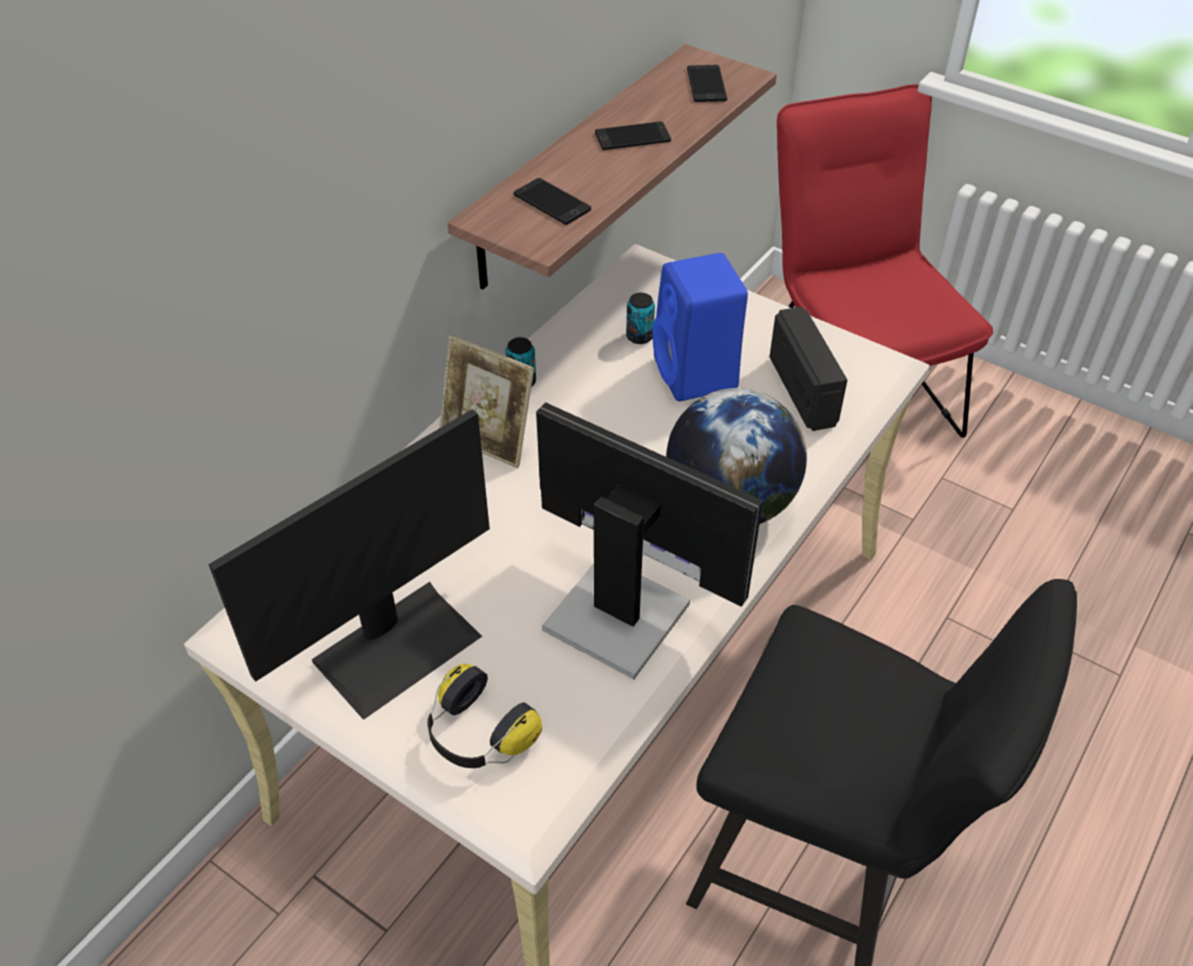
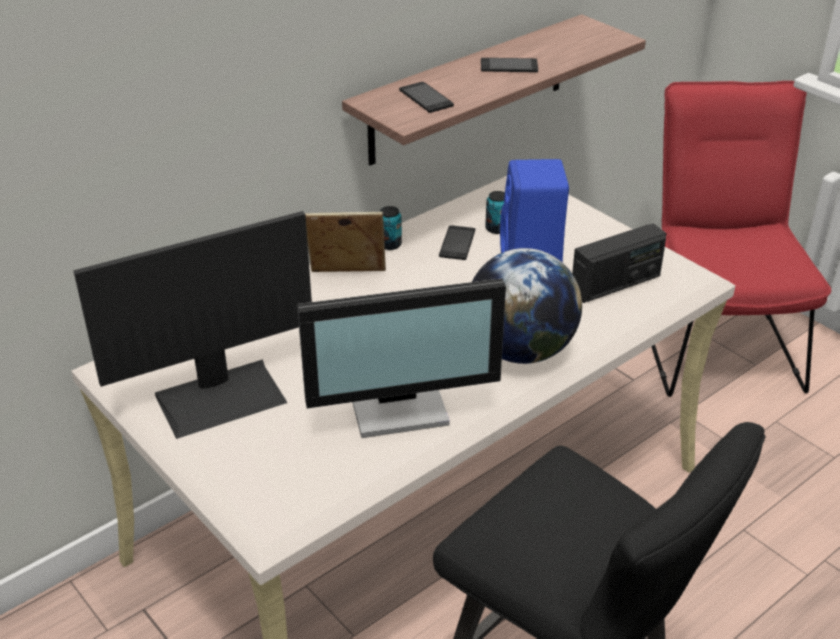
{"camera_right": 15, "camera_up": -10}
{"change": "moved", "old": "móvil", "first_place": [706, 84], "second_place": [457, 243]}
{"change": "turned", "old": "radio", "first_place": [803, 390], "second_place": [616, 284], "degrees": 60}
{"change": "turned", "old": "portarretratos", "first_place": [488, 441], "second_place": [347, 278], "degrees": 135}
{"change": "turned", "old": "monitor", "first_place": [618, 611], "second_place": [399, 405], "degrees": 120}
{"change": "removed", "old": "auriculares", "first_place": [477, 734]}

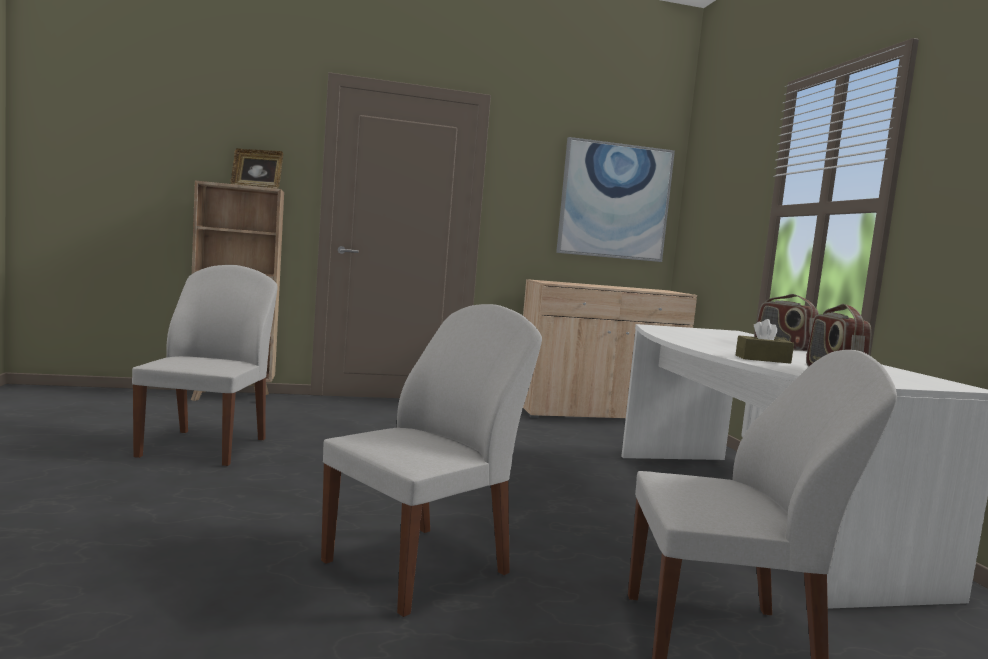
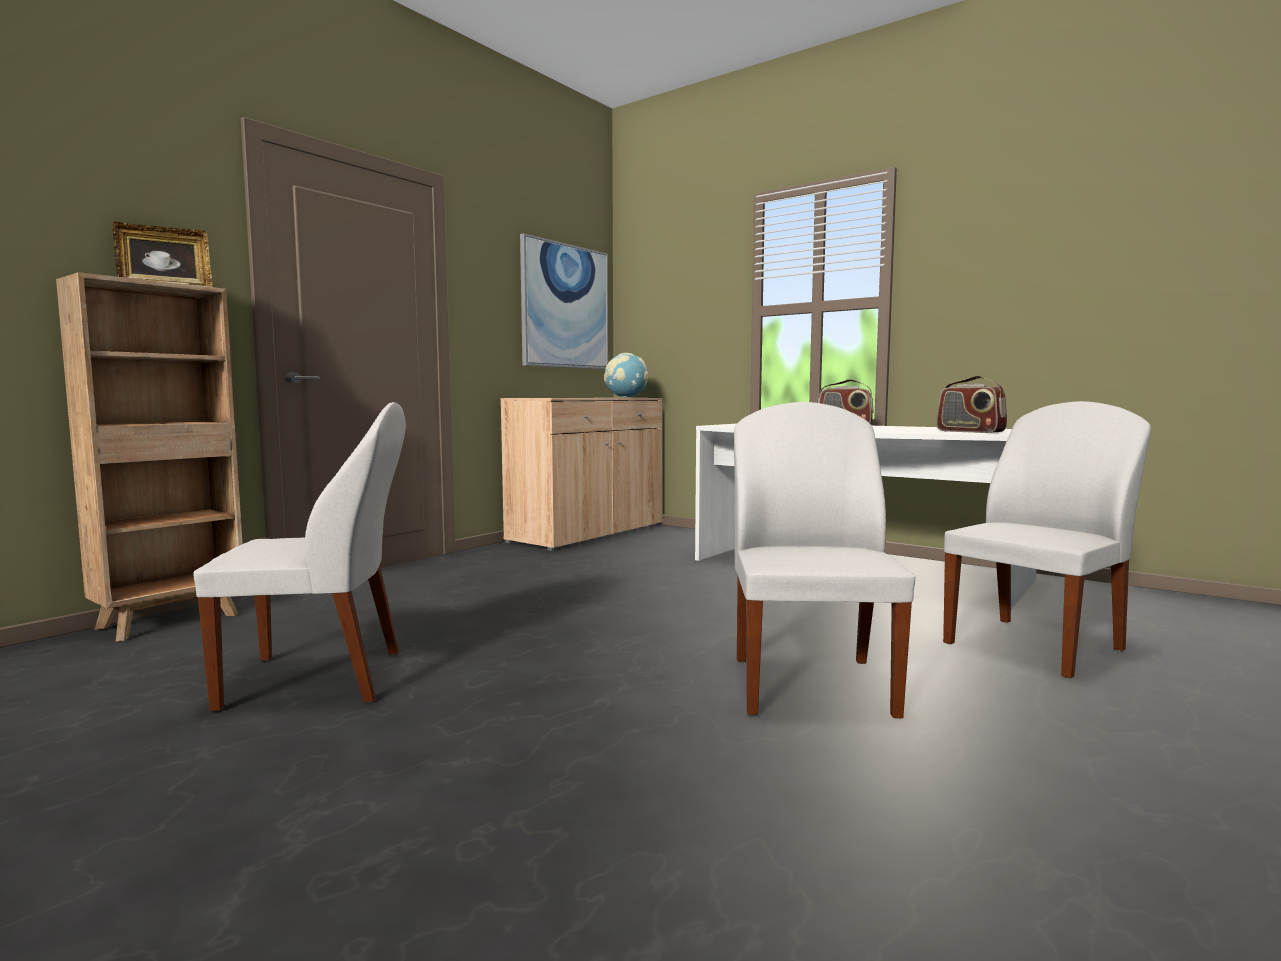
{"camera_right": -40, "camera_up": 0}
{"change": "turned", "old": "silla [blanco]", "first_place": [206, 447], "second_place": [320, 679], "degrees": 120}
{"change": "removed", "old": "caja de pañuelos [marrón]", "first_place": [762, 359]}
{"change": "added", "new": "globo terráqueo", "second_place": [626, 397]}

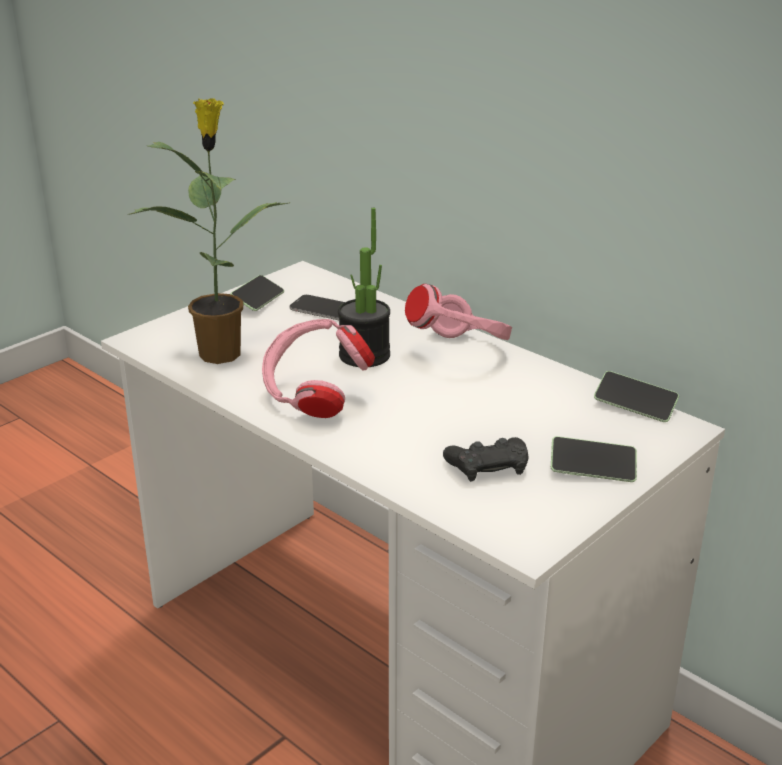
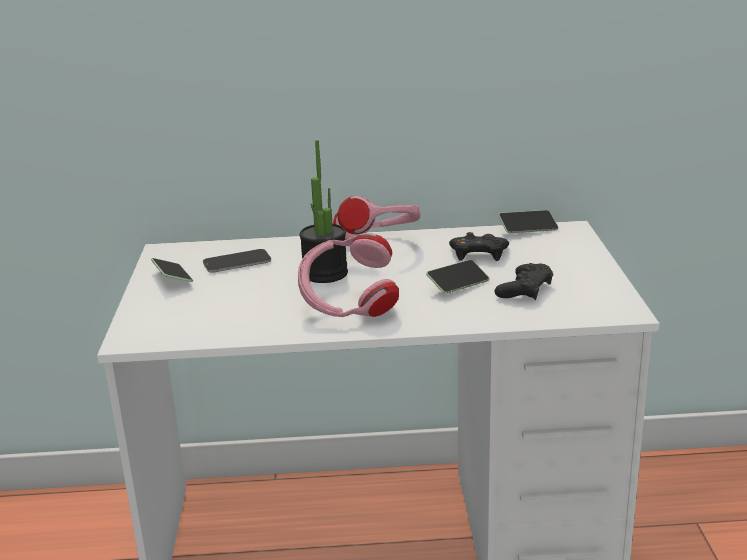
{"camera_right": -45, "camera_up": -5}
{"change": "removed", "old": "planta en maceta", "first_place": [221, 352]}
{"change": "moved", "old": "móvil", "first_place": [592, 470], "second_place": [458, 285]}
{"change": "added", "new": "mando de consola [negro]", "second_place": [478, 254]}

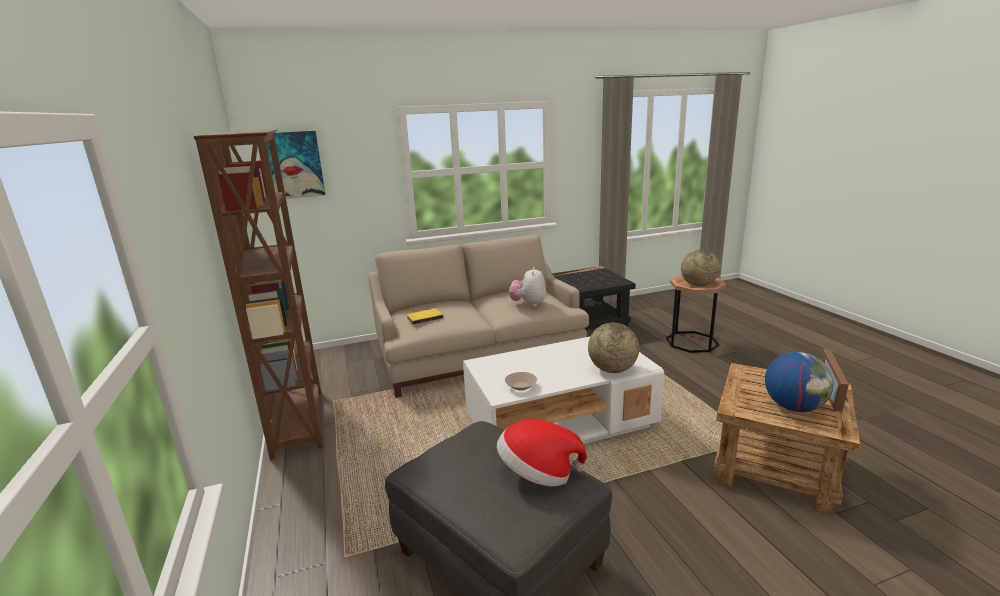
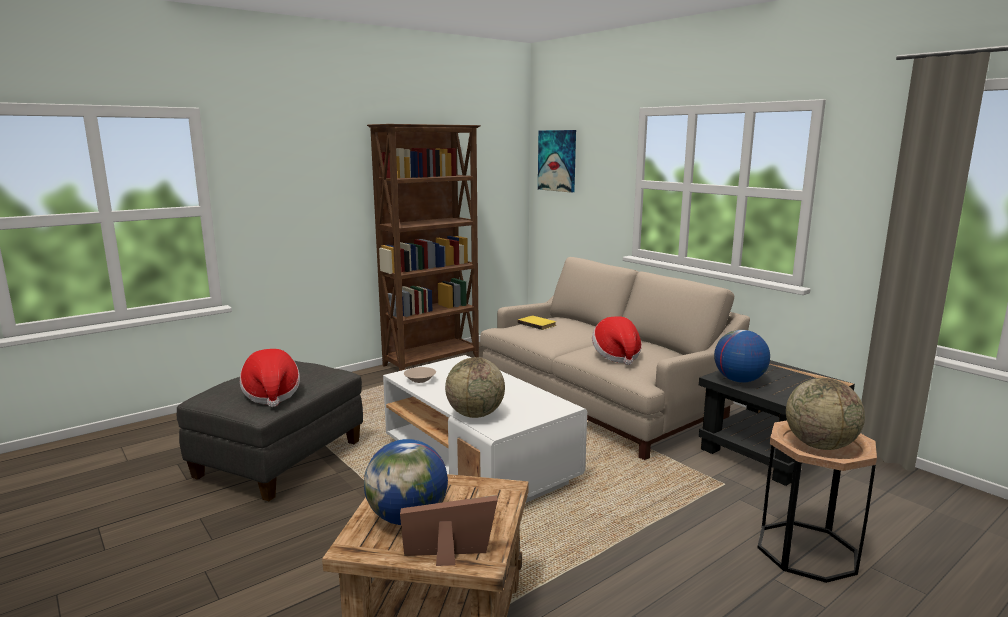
{"camera_right": 70, "camera_up": -5}
{"change": "replaced", "old": "peluche", "new": "sombrero", "first_place": [528, 304], "second_place": [616, 356]}
{"change": "added", "new": "globo terráqueo", "second_place": [739, 380]}

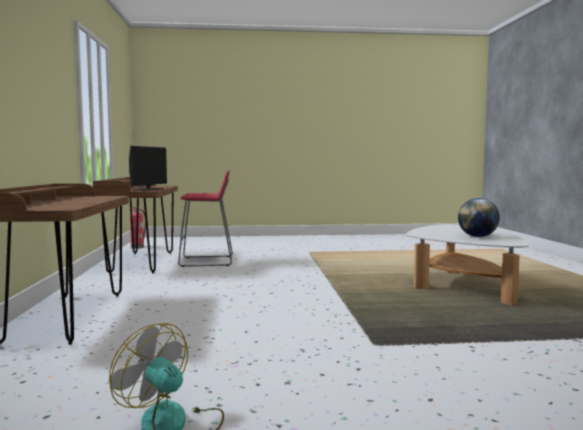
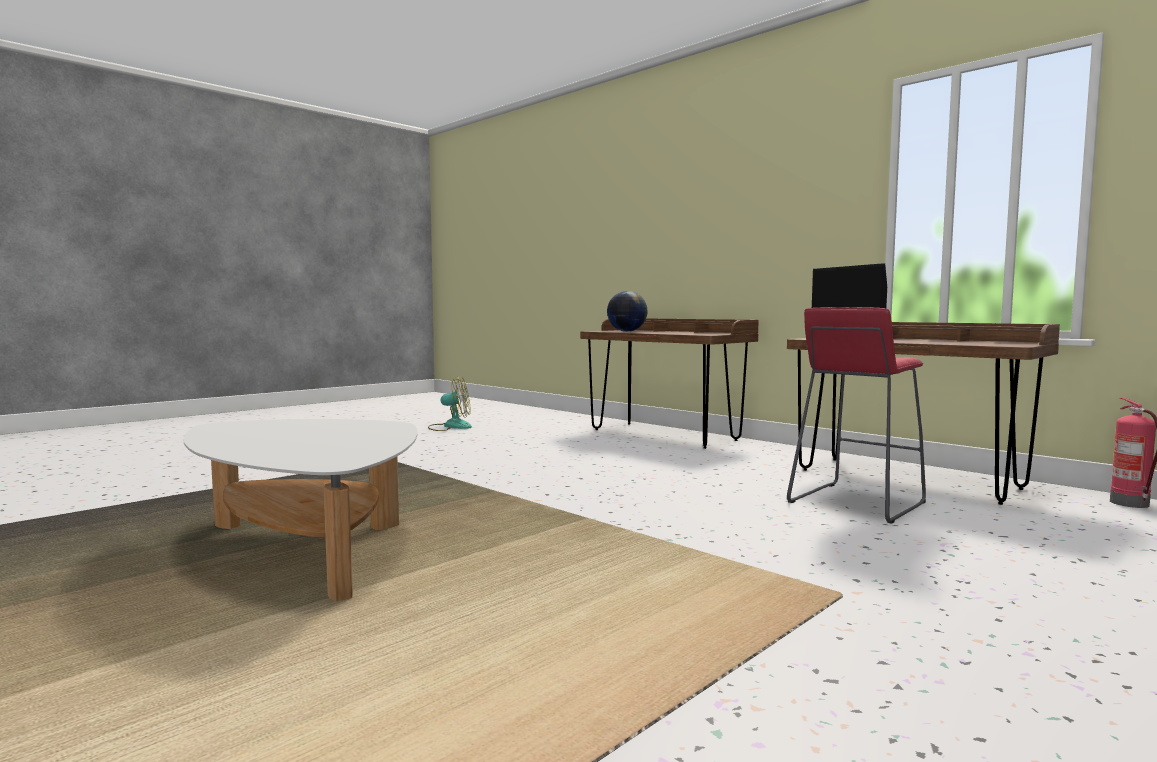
{"camera_right": 140, "camera_up": 0}
{"change": "moved", "old": "globo terráqueo", "first_place": [478, 236], "second_place": [626, 331]}

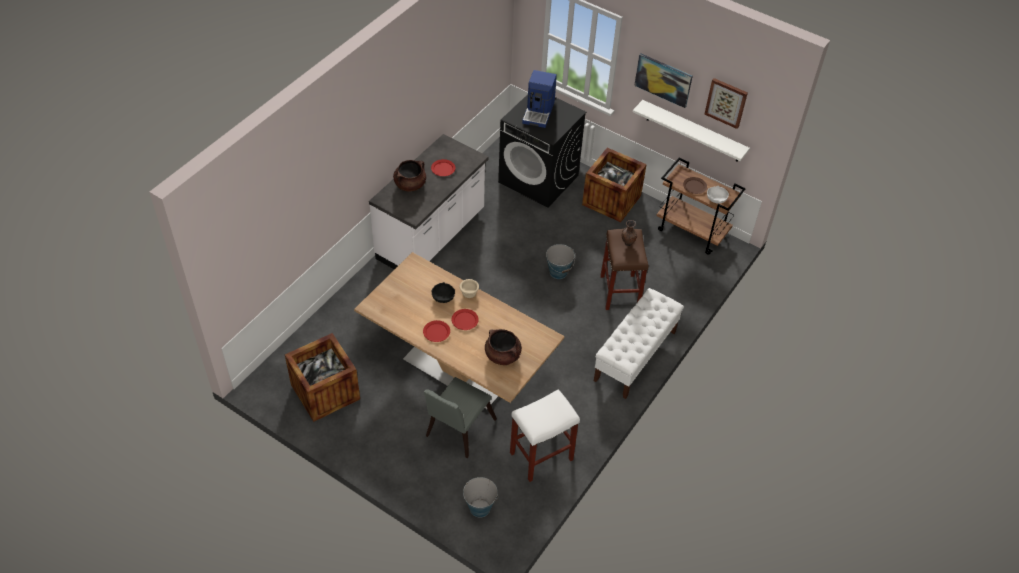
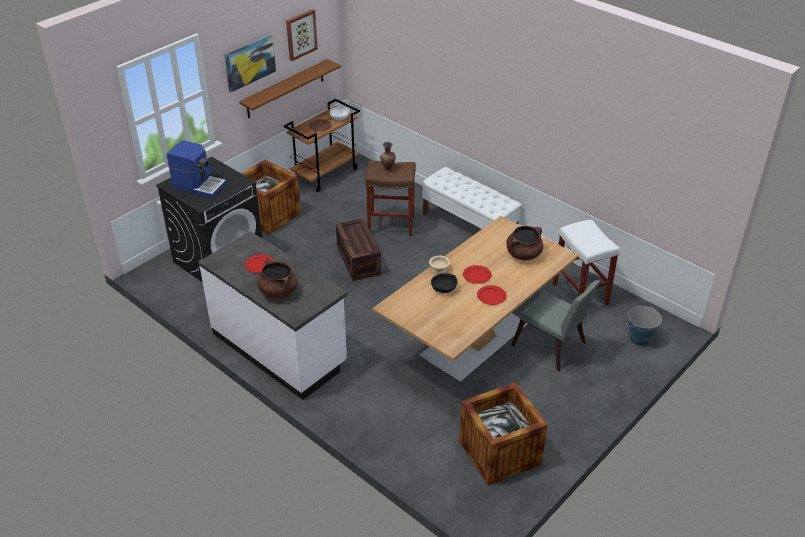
{"camera_right": -80, "camera_up": -10}
{"change": "recoloured", "old": "estante [blanco]", "new": "estante [marrón]", "first_place": [693, 131], "second_place": [285, 89]}
{"change": "replaced", "old": "cubo", "new": "caja de embalaje", "first_place": [558, 272], "second_place": [357, 260]}

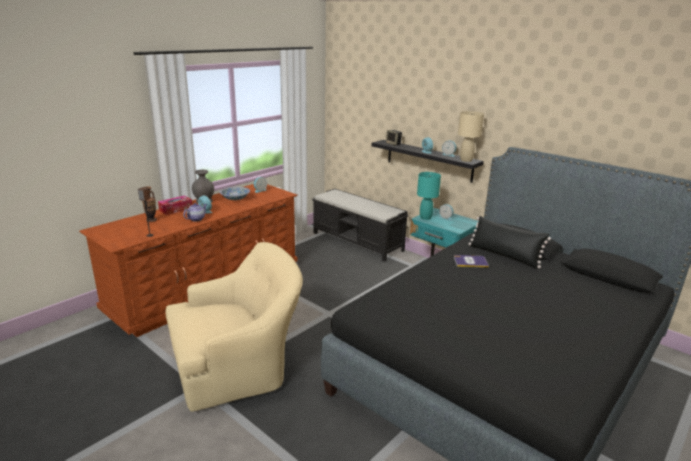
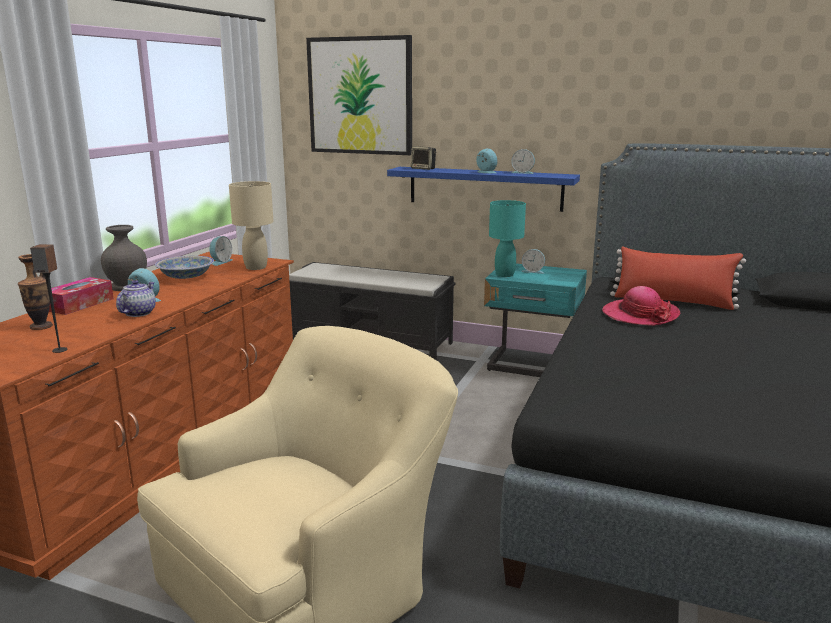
{"camera_right": -20, "camera_up": -5}
{"change": "moved", "old": "lámpara de mesa [beis]", "first_place": [466, 160], "second_place": [256, 267]}
{"change": "recoloured", "old": "estante [negro]", "new": "estante [azul]", "first_place": [429, 160], "second_place": [484, 188]}
{"change": "recoloured", "old": "cojín [negro]", "new": "cojín [rojo]", "first_place": [504, 255], "second_place": [673, 301]}
{"change": "replaced", "old": "libro", "new": "sombrero", "first_place": [470, 262], "second_place": [640, 315]}
{"change": "added", "new": "cuadro", "second_place": [360, 96]}

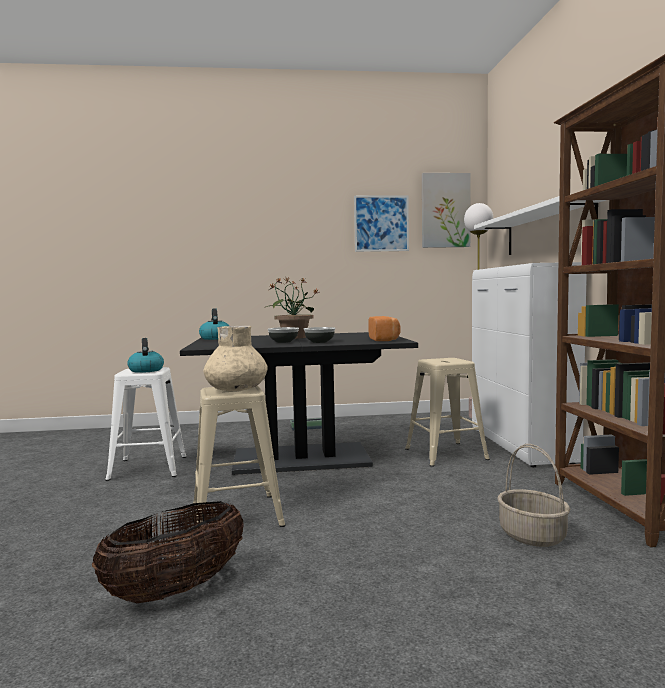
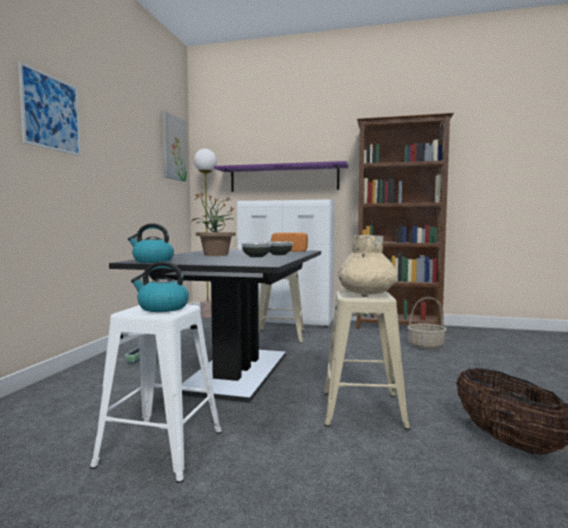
{"camera_right": -70, "camera_up": 0}
{"change": "recoloured", "old": "estante [blanco]", "new": "estante [morado]", "first_place": [547, 230], "second_place": [283, 179]}
{"change": "moved", "old": "cuadro", "first_place": [381, 223], "second_place": [51, 113]}

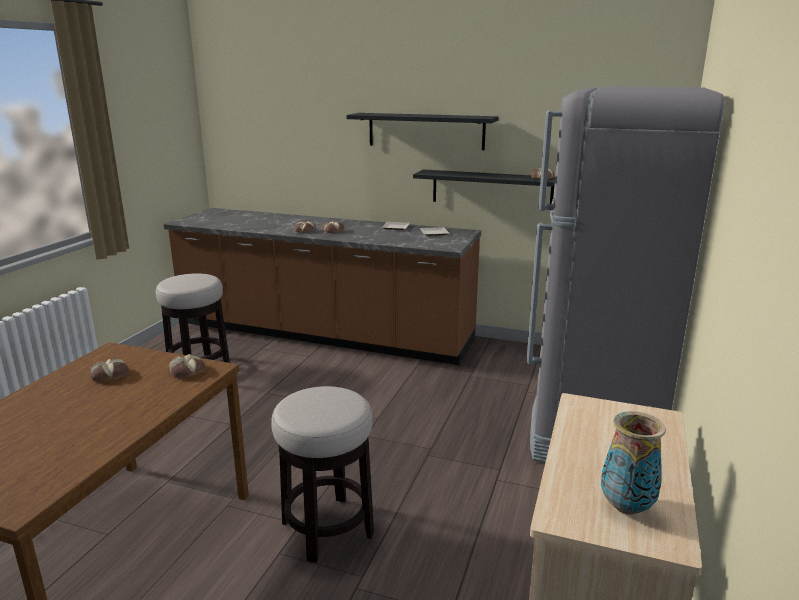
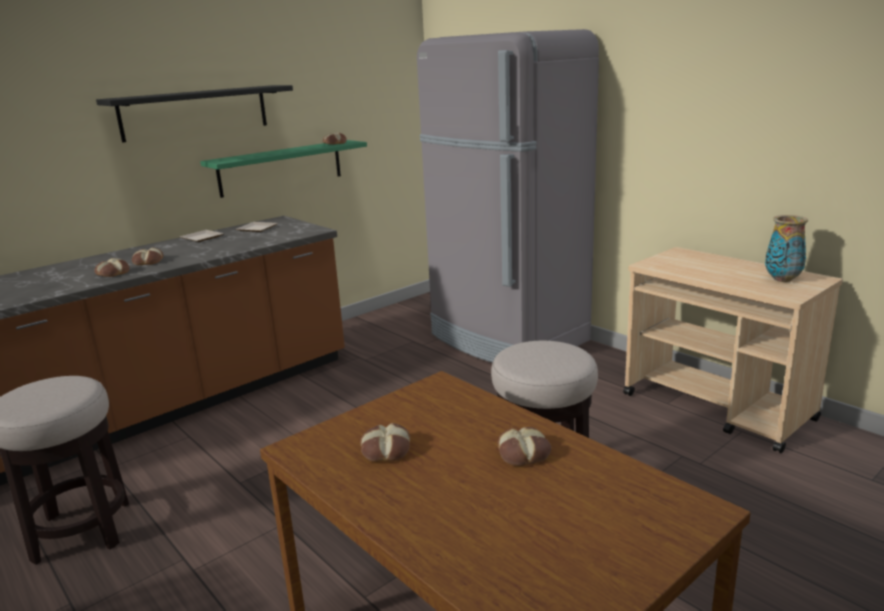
{"camera_right": -60, "camera_up": 0}
{"change": "recoloured", "old": "estante [negro]", "new": "estante [verde]", "first_place": [491, 189], "second_place": [281, 168]}
{"change": "moved", "old": "pan", "first_place": [187, 371], "second_place": [524, 453]}

